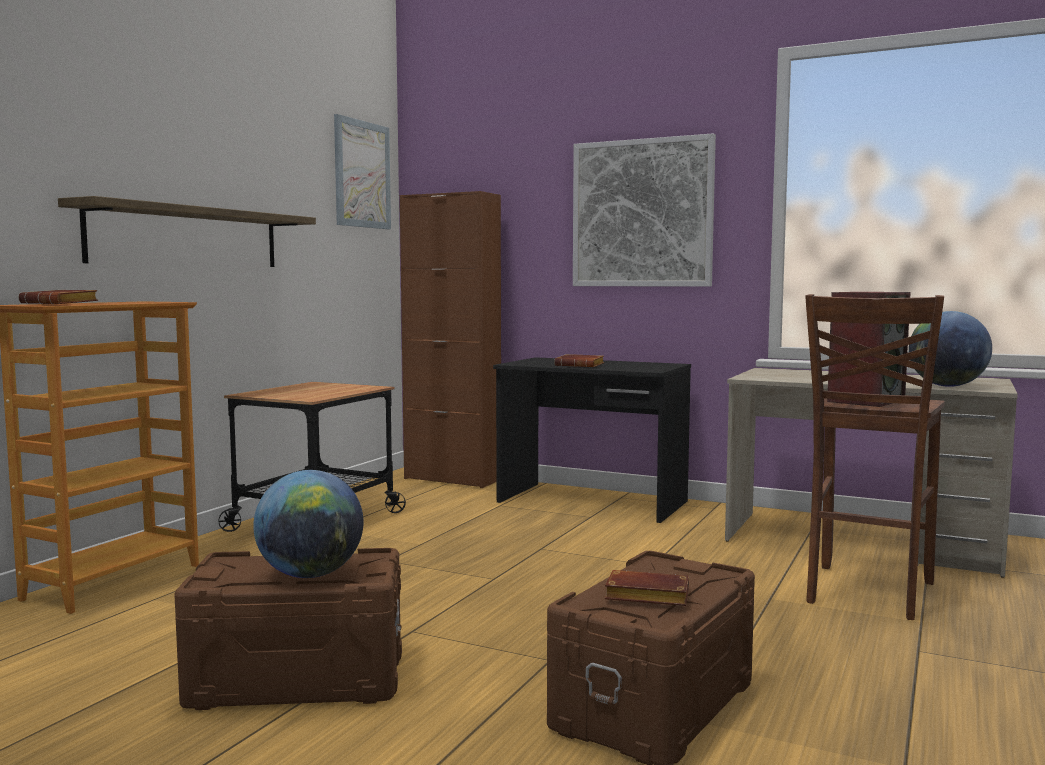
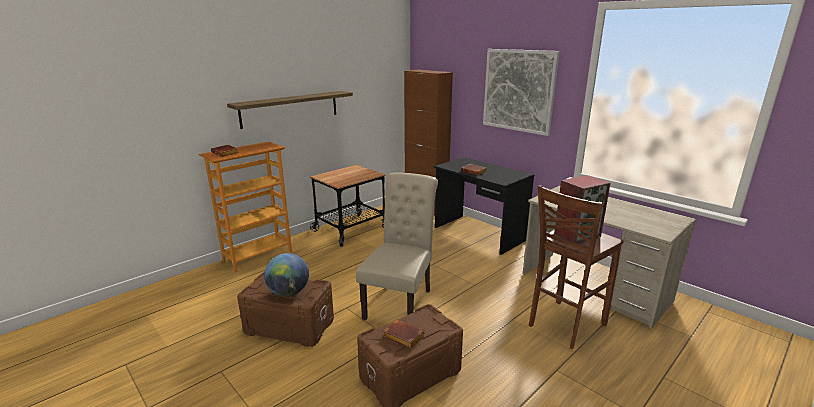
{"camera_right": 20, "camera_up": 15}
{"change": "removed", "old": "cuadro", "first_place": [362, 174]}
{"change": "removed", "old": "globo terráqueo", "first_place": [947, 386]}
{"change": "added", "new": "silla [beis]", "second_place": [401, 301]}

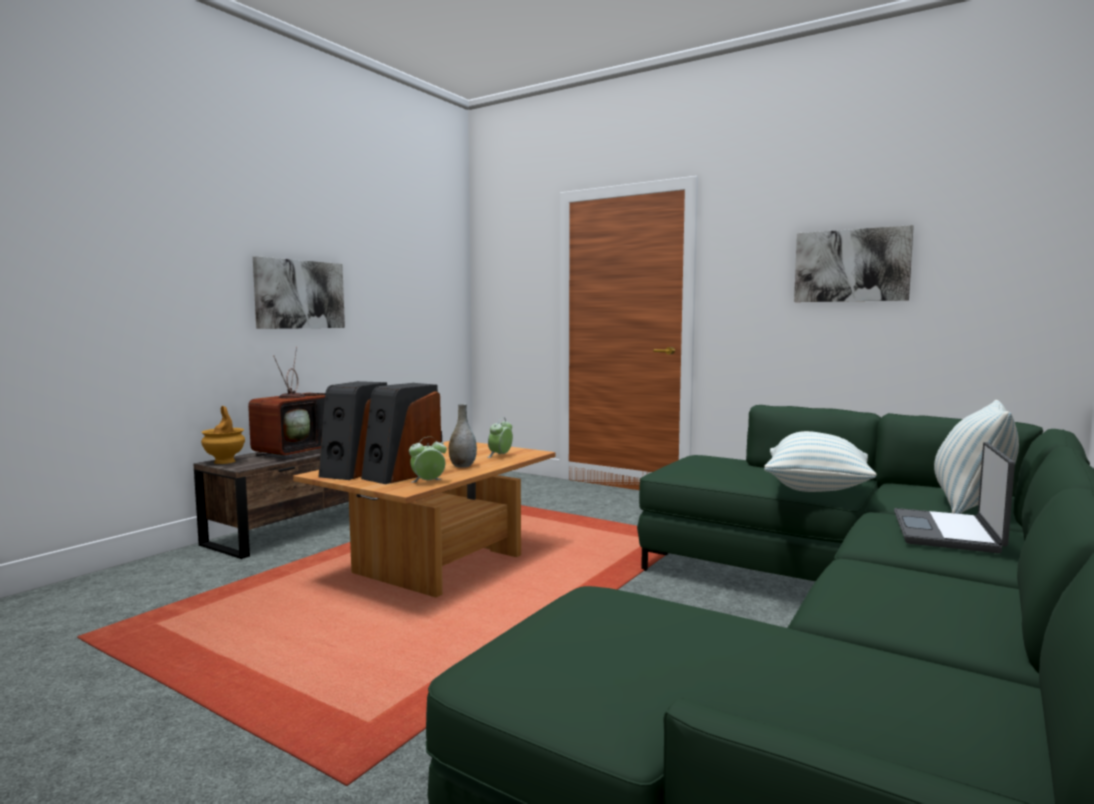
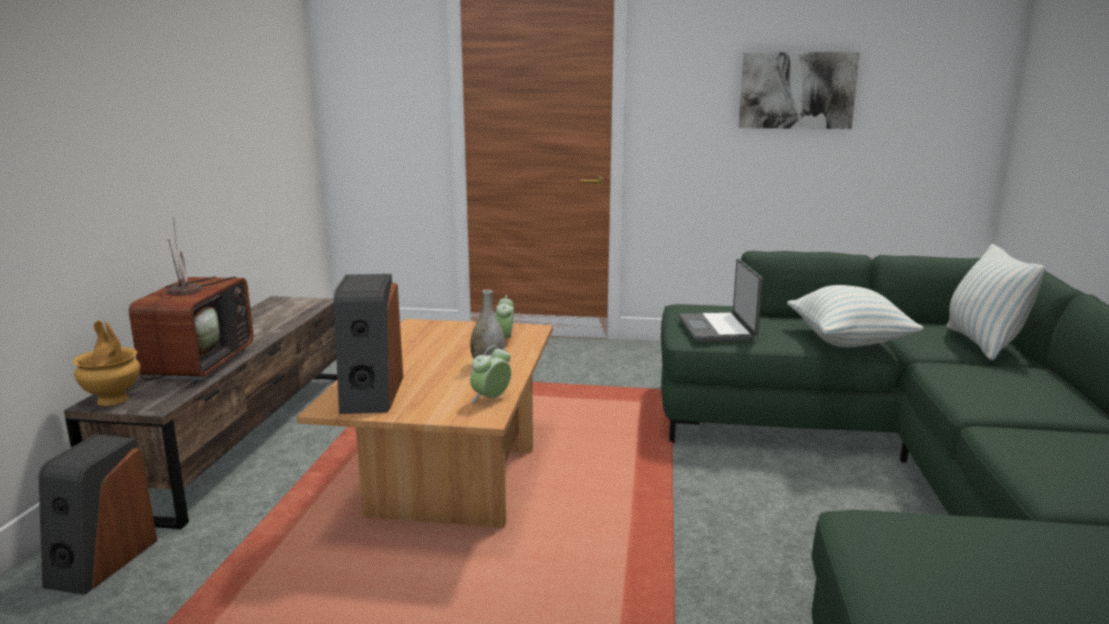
{"camera_right": -25, "camera_up": 10}
{"change": "removed", "old": "cuadro", "first_place": [299, 294]}
{"change": "moved", "old": "altavoz", "first_place": [402, 474], "second_place": [101, 562]}
{"change": "moved", "old": "portátil", "first_place": [948, 533], "second_place": [718, 329]}

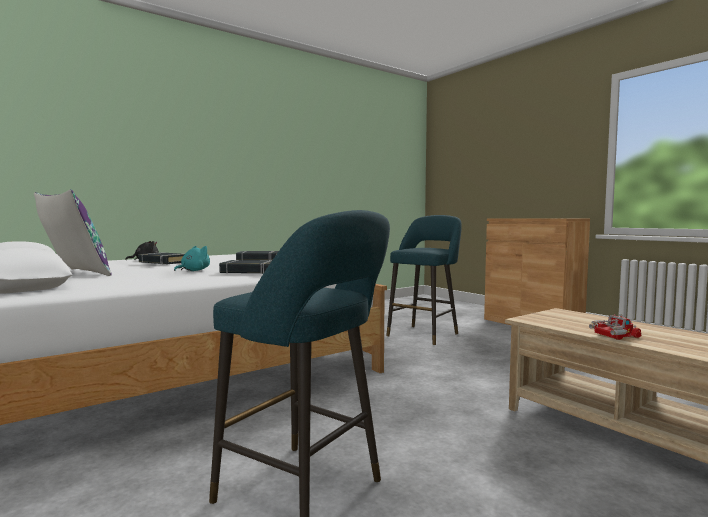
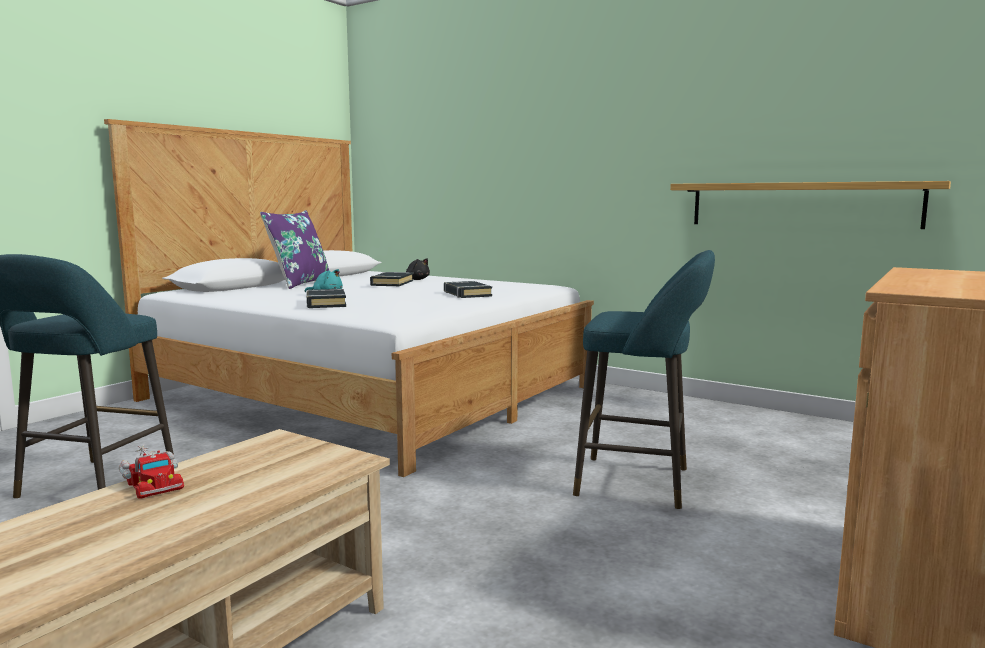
{"camera_right": 70, "camera_up": 5}
{"change": "added", "new": "estante", "second_place": [801, 204]}

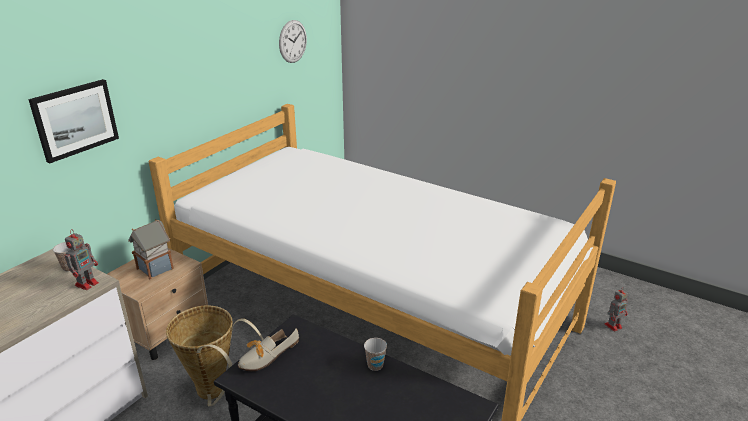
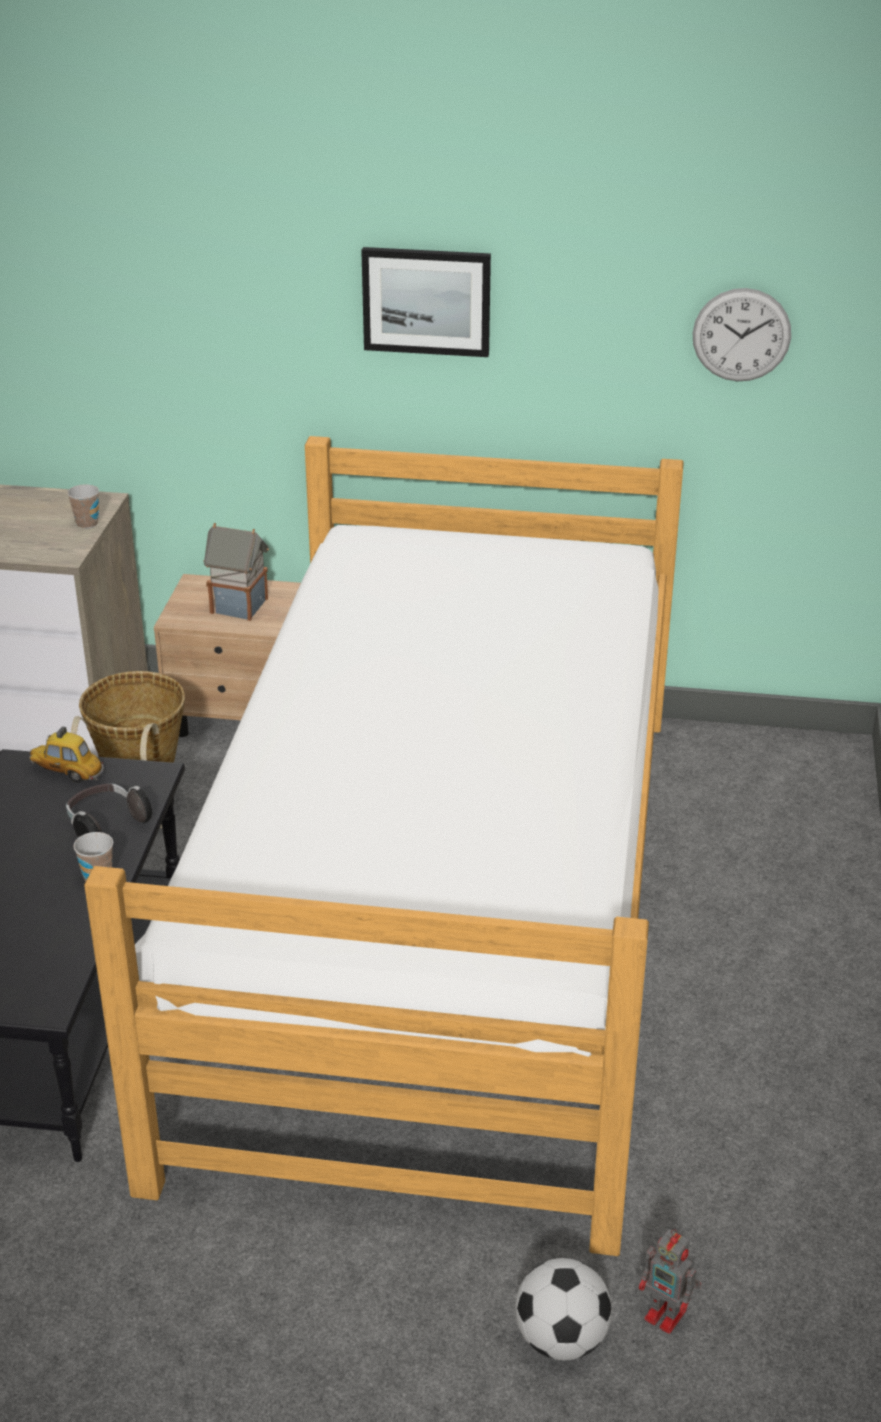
{"camera_right": 65, "camera_up": 5}
{"change": "moved", "old": "cuadro", "first_place": [75, 119], "second_place": [426, 301]}
{"change": "removed", "old": "robot de juguete", "first_place": [87, 283]}
{"change": "replaced", "old": "zapato", "new": "coche de juguete", "first_place": [264, 357], "second_place": [67, 772]}
{"change": "added", "new": "auriculares", "second_place": [106, 824]}
{"change": "added", "new": "balón de fútbol", "second_place": [561, 1339]}

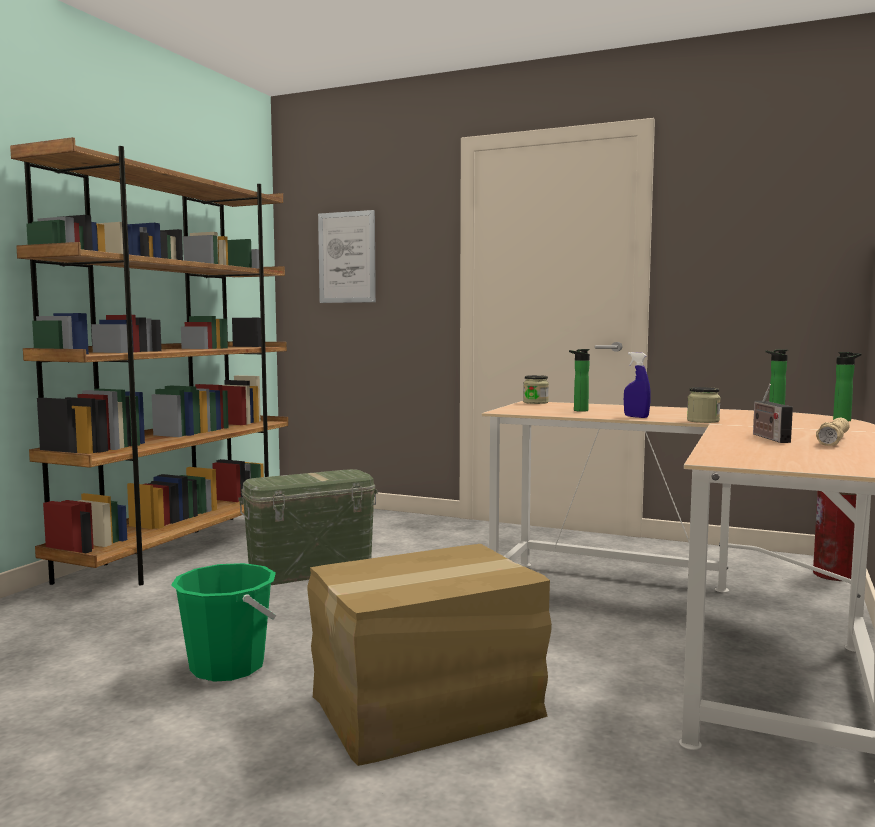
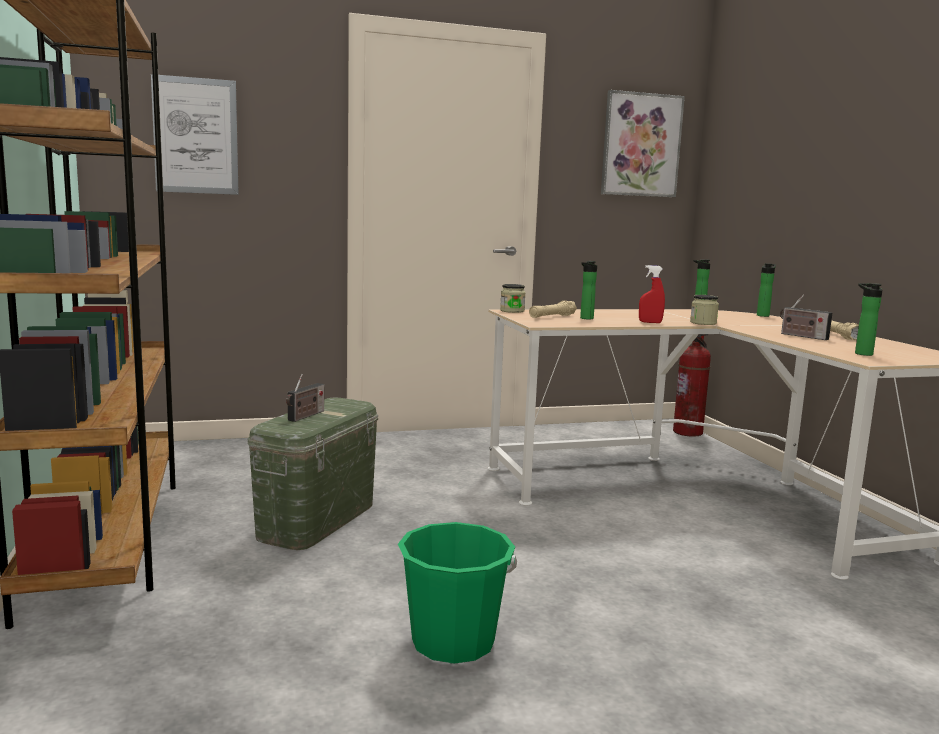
{"camera_right": -40, "camera_up": 5}
{"change": "recoloured", "old": "pulverizador [azul]", "new": "pulverizador [rojo]", "first_place": [636, 417], "second_place": [650, 322]}
{"change": "removed", "old": "caja de cartón", "first_place": [428, 707]}
{"change": "added", "new": "cuadro", "second_place": [640, 145]}
{"change": "added", "new": "botella", "second_place": [861, 353]}
{"change": "added", "new": "linterna [beis]", "second_place": [552, 316]}
{"change": "added", "new": "radio", "second_place": [305, 416]}

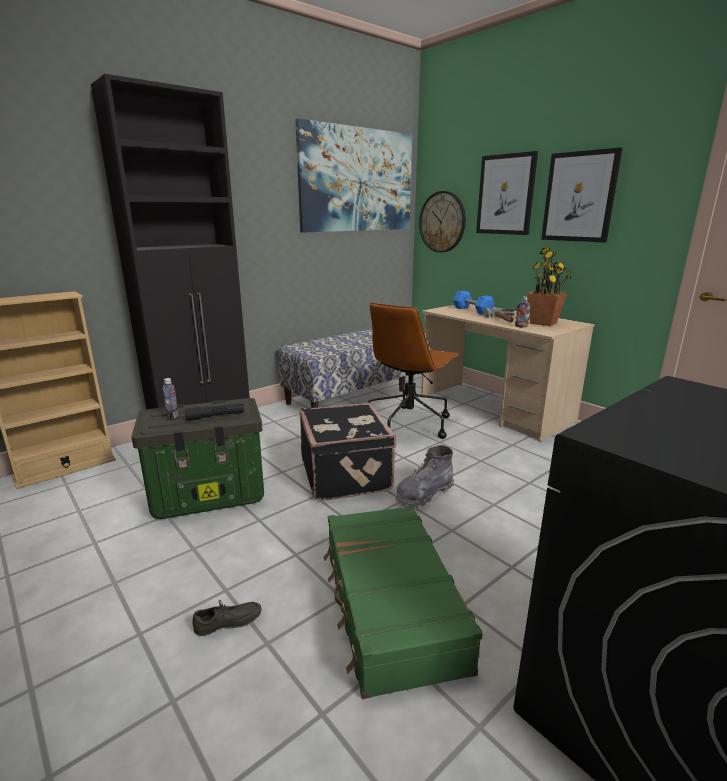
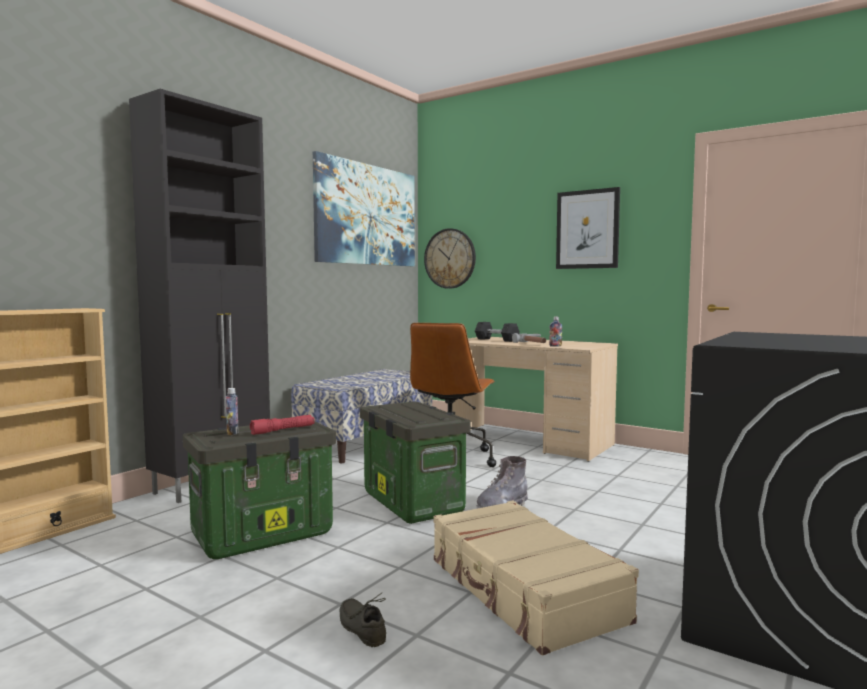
{"camera_right": -15, "camera_up": -15}
{"change": "removed", "old": "cuadro", "first_place": [506, 195]}
{"change": "removed", "old": "planta en maceta", "first_place": [543, 323]}
{"change": "recoloured", "old": "mancuerna [azul]", "new": "mancuerna [negro]", "first_place": [472, 310], "second_place": [496, 340]}
{"change": "recoloured", "old": "linterna [negro]", "new": "linterna [rojo]", "first_place": [215, 416], "second_place": [283, 430]}
{"change": "replaced", "old": "maleta [negro]", "new": "caja de almacenaje", "first_place": [347, 474], "second_place": [410, 502]}
{"change": "recoloured", "old": "maleta [verde]", "new": "maleta [beis]", "first_place": [390, 605], "second_place": [523, 590]}
{"change": "turned", "old": "zapato [gris]", "first_place": [228, 624], "second_place": [364, 628], "degrees": -90}

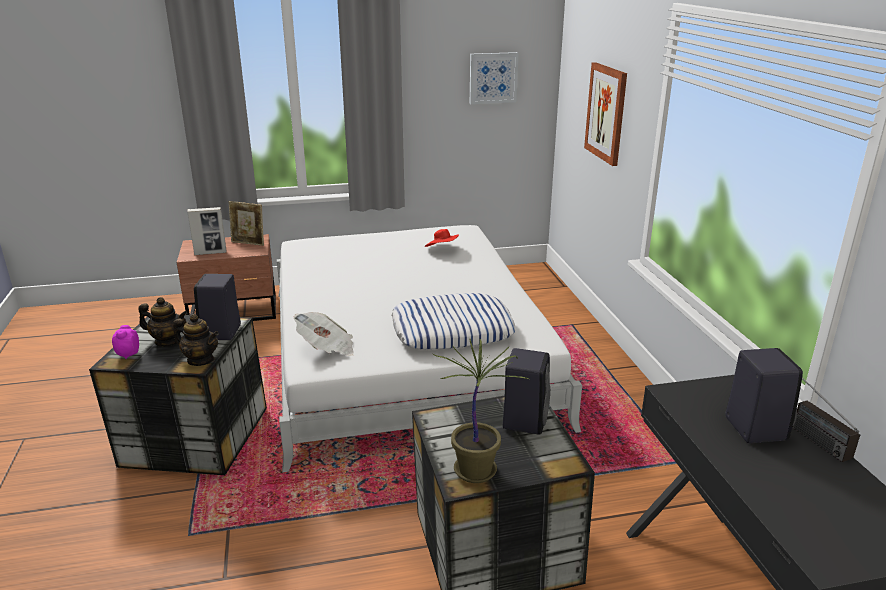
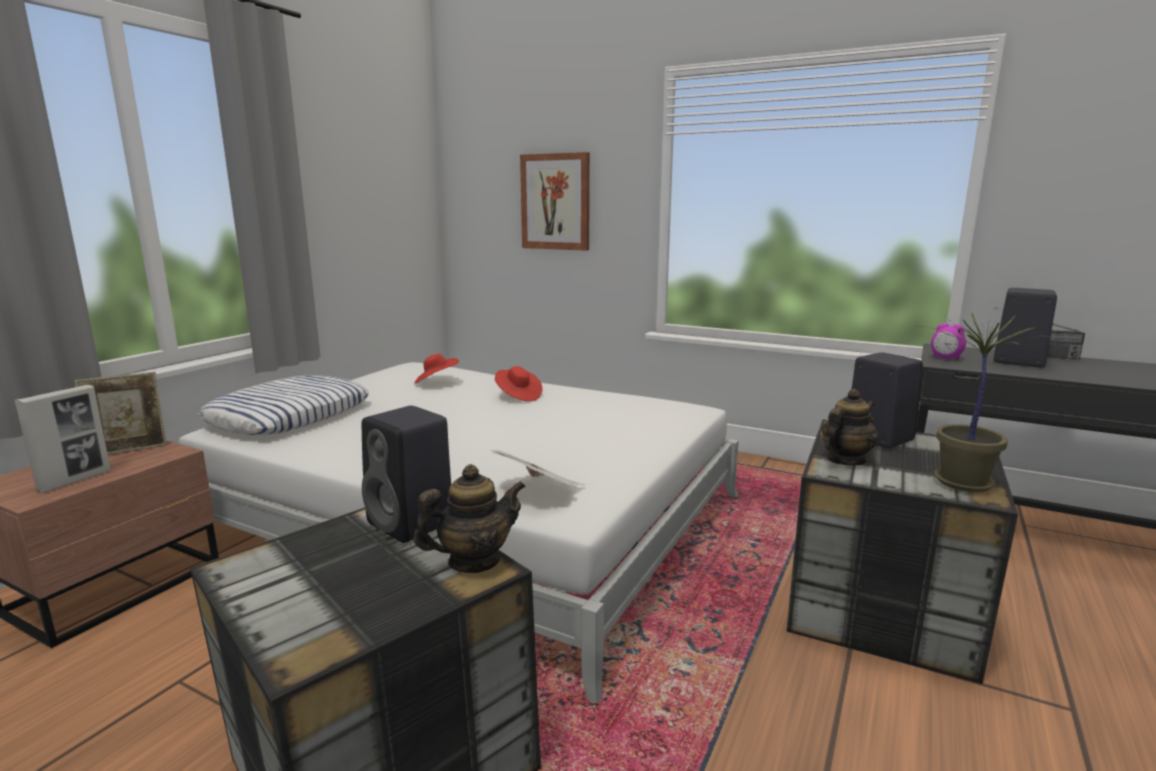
{"camera_right": -50, "camera_up": -10}
{"change": "removed", "old": "cuadro", "first_place": [493, 78]}
{"change": "moved", "old": "cojín", "first_place": [452, 330], "second_place": [289, 415]}
{"change": "moved", "old": "tetera", "first_place": [168, 341], "second_place": [845, 460]}
{"change": "moved", "old": "despertador", "first_place": [128, 354], "second_place": [945, 358]}
{"change": "added", "new": "sombrero [rojo]", "second_place": [518, 396]}

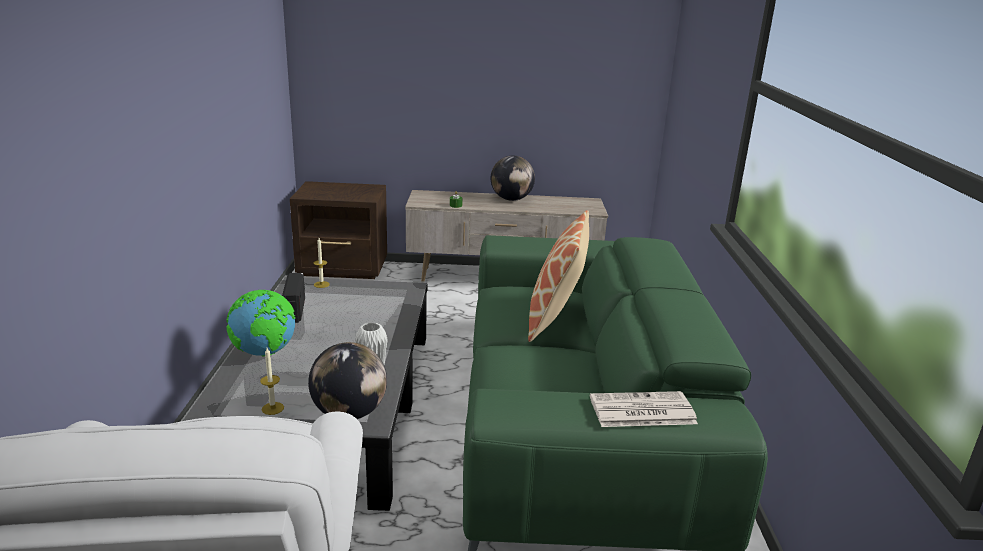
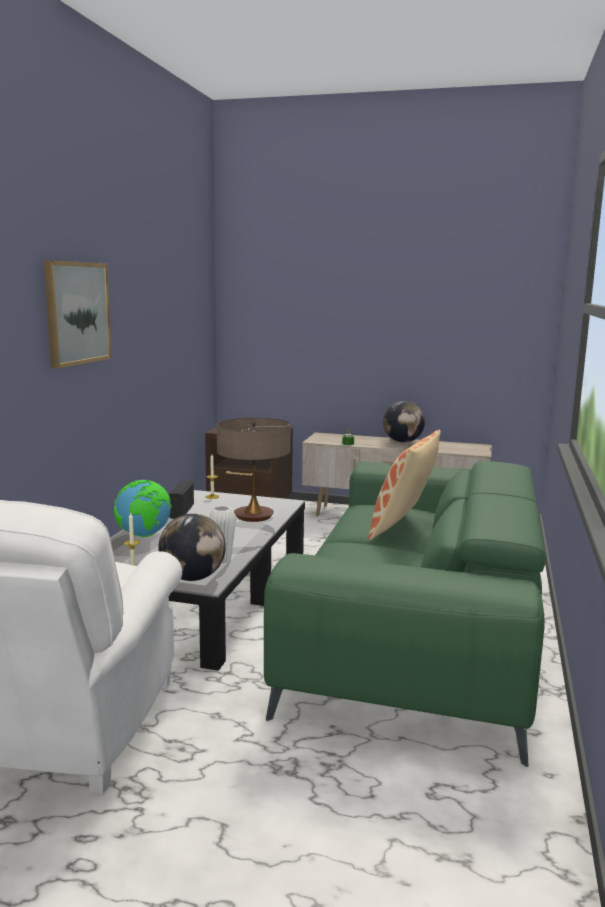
{"camera_right": 15, "camera_up": -10}
{"change": "removed", "old": "periódico", "first_place": [641, 411]}
{"change": "added", "new": "cuadro", "second_place": [77, 313]}
{"change": "added", "new": "lámpara de mesa", "second_place": [254, 516]}

